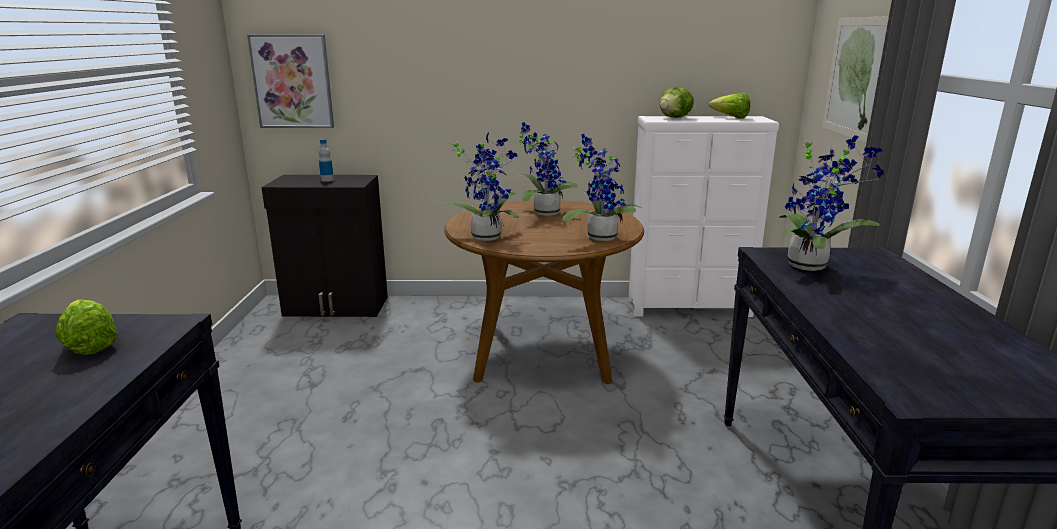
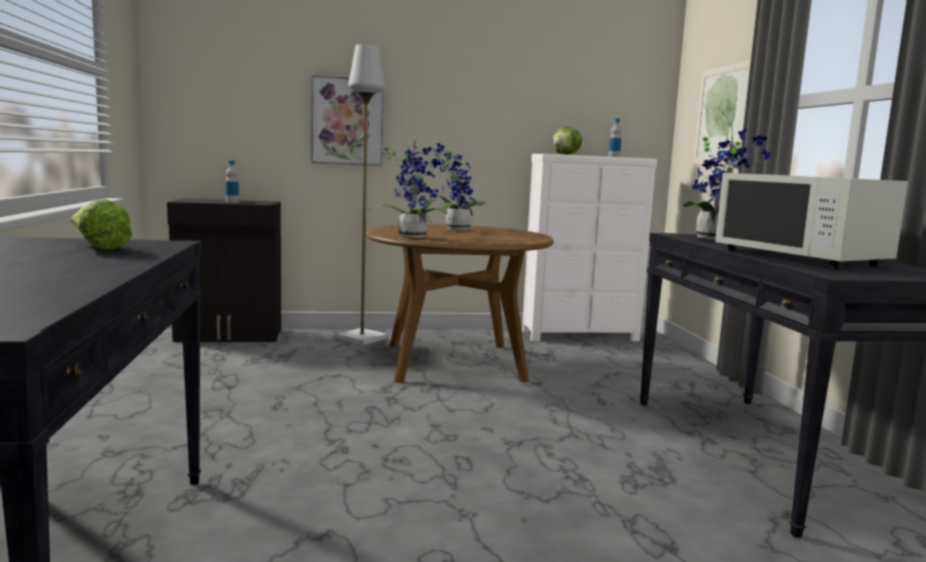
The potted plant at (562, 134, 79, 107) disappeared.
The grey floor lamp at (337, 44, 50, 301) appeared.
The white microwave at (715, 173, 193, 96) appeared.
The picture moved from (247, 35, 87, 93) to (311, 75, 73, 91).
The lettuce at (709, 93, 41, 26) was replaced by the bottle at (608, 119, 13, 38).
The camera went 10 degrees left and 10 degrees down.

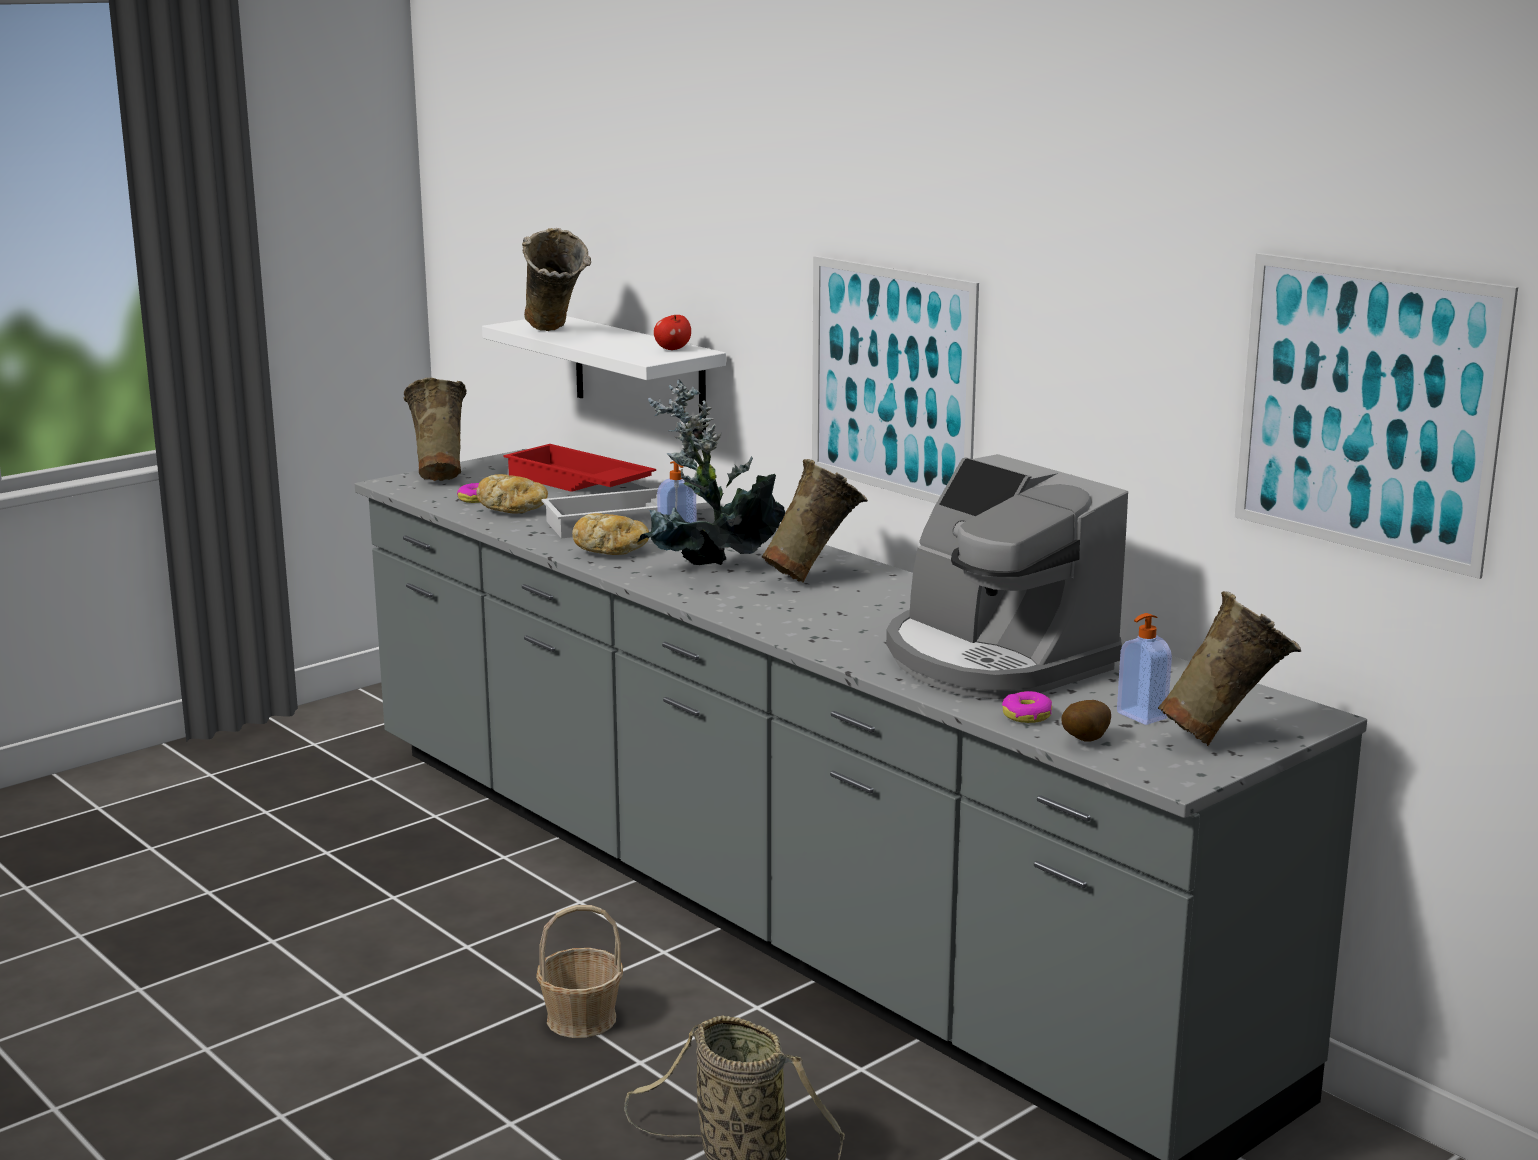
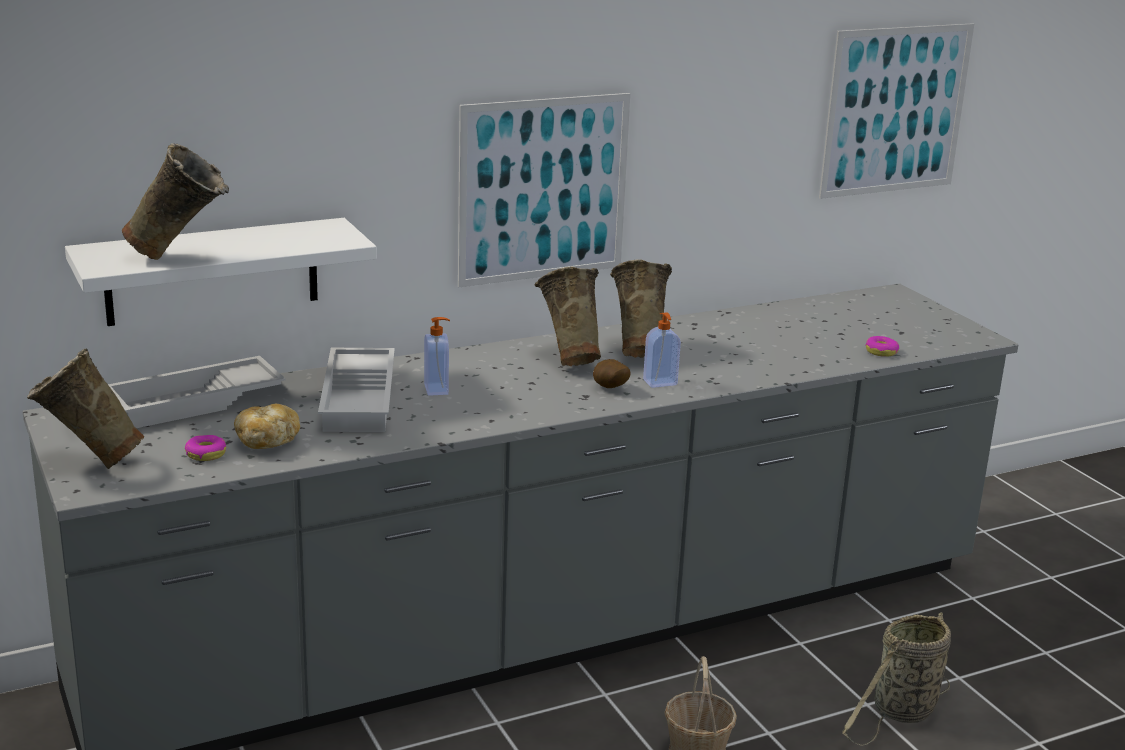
The bread at (572, 513, 77, 42) disappeared.
The potted plant at (637, 380, 148, 185) disappeared.
The apple at (654, 315, 37, 35) disappeared.
The coffee machine at (886, 454, 242, 245) disappeared.
The potato moved from (1061, 700, 50, 42) to (593, 359, 37, 29).
The soap dispenser moved from (1117, 613, 55, 112) to (643, 312, 38, 76).
The beige vase moved from (1158, 591, 143, 155) to (610, 260, 62, 98).
The red tray at (503, 444, 153, 48) became the white tray at (108, 356, 178, 72).
The camera went 75 degrees left and 5 degrees up.

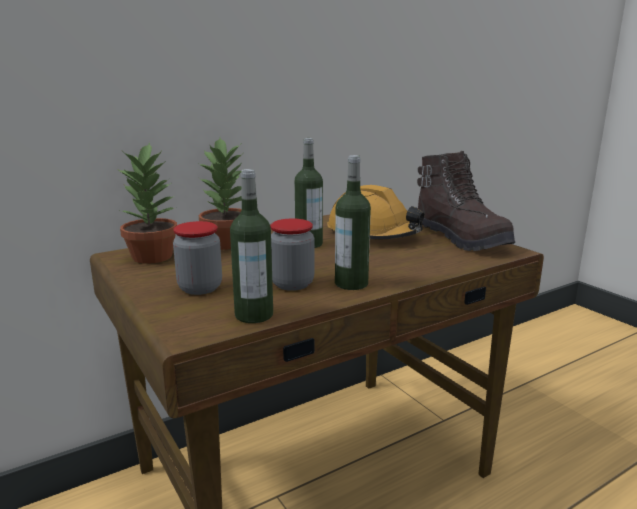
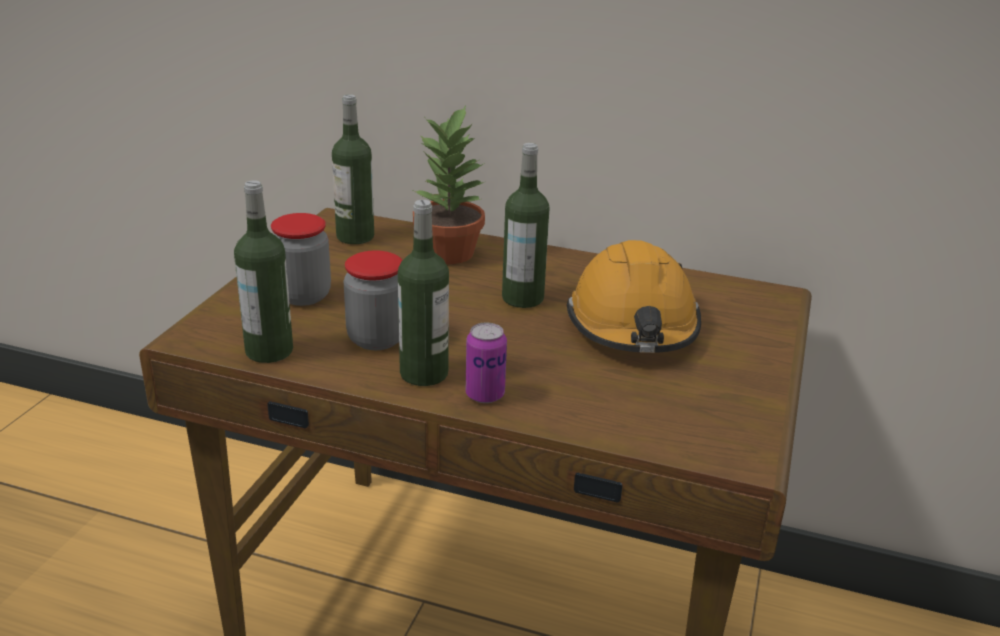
The brown boot at (417, 151, 98, 100) disappeared.
The can at (466, 323, 41, 80) appeared.
The potted plant at (117, 142, 60, 122) was replaced by the bottle at (332, 94, 42, 150).
The camera went 50 degrees right and 10 degrees up.

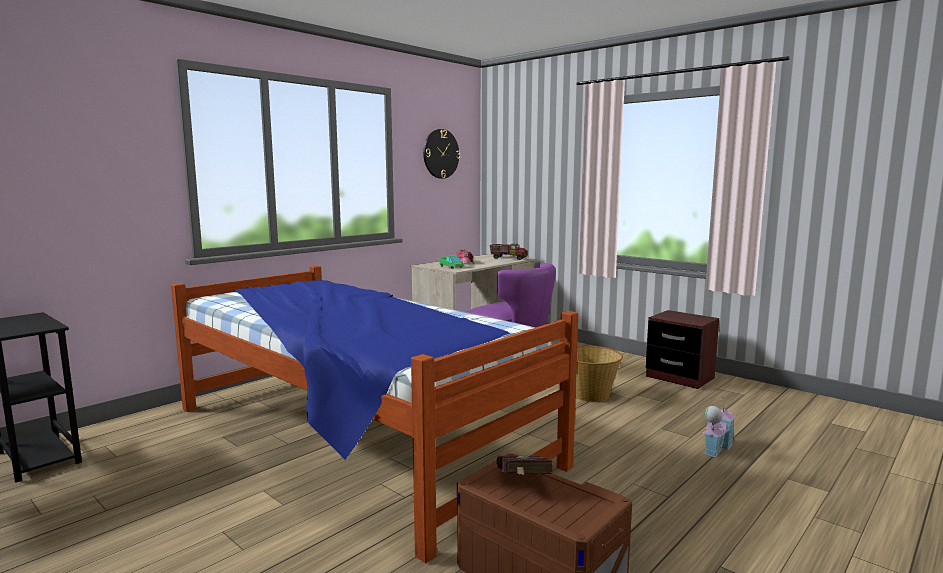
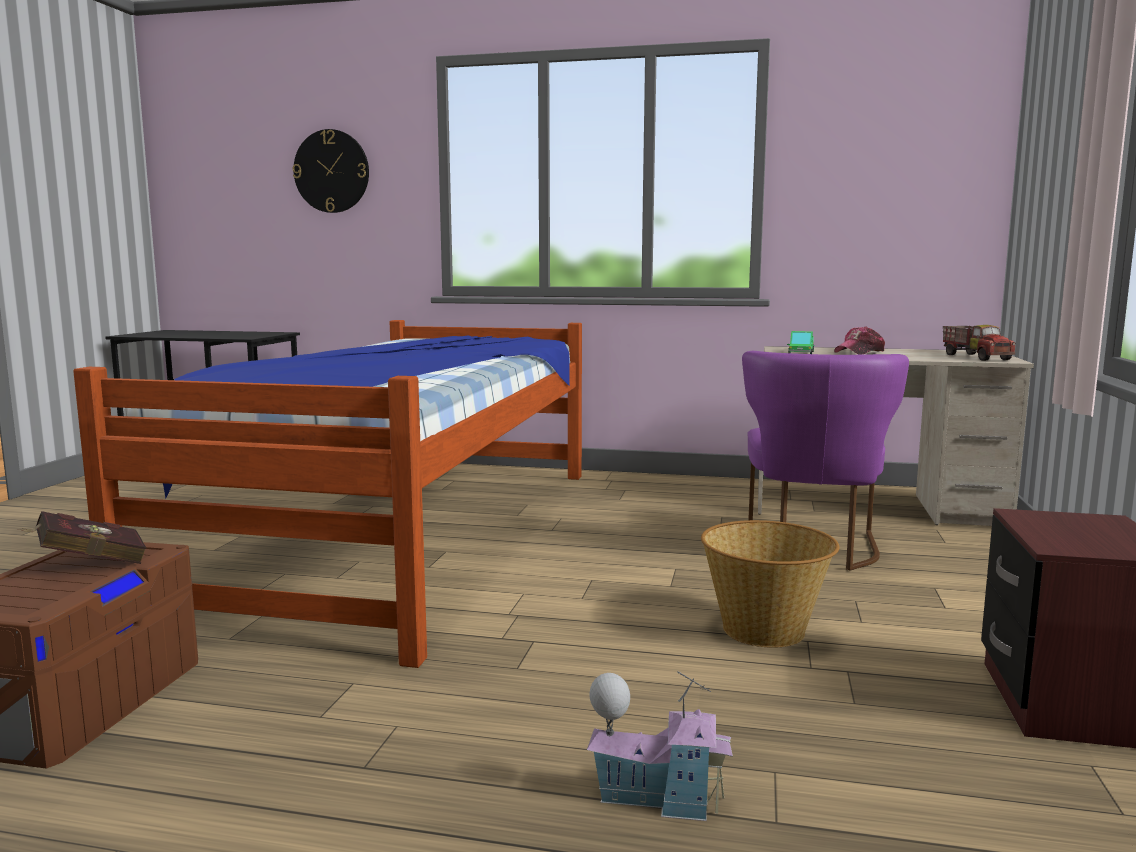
The wall clock moved from (423, 129, 37, 50) to (293, 129, 76, 84).
The camera went 60 degrees right and 0 degrees up.

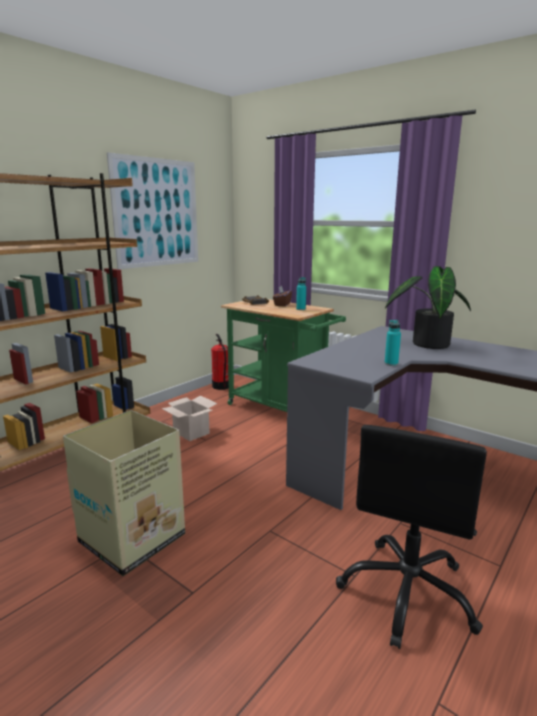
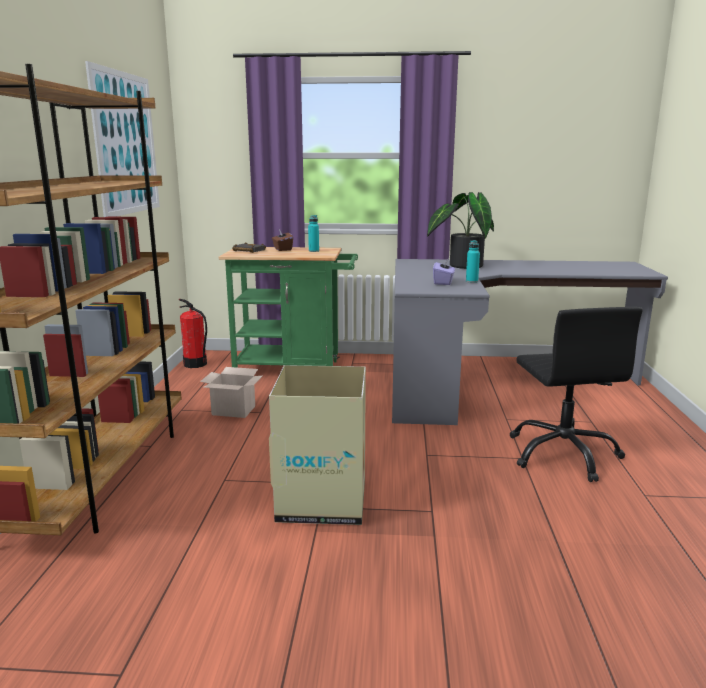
The purple tissue box at (433, 258, 22, 27) appeared.
The camera went 35 degrees left and 0 degrees up.

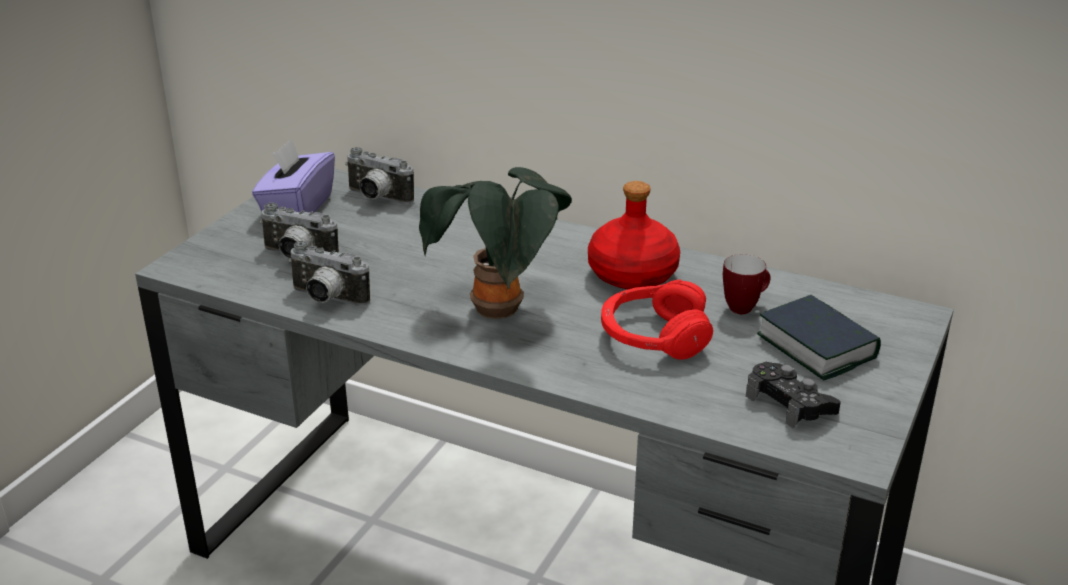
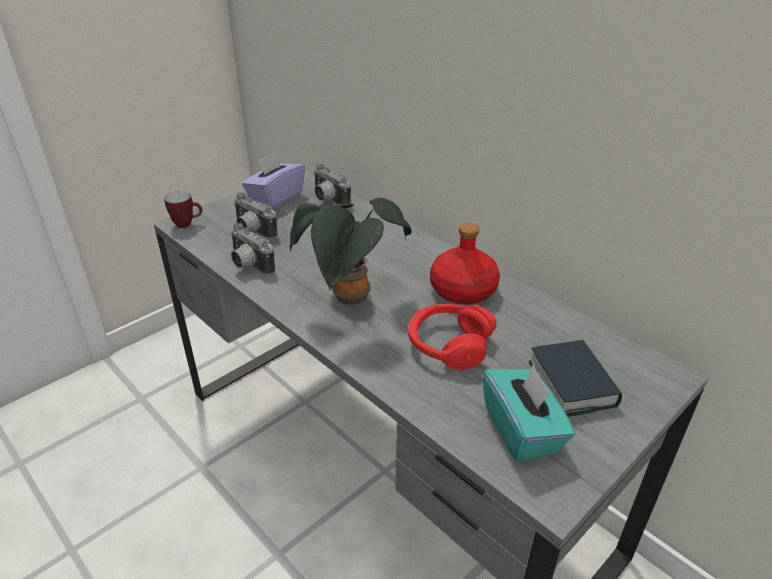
The mug moved from (723, 254, 48, 60) to (164, 191, 38, 37).
The black game controller at (746, 362, 95, 67) was replaced by the turquoise tissue box at (483, 364, 92, 98).
The camera went 20 degrees right and 5 degrees up.

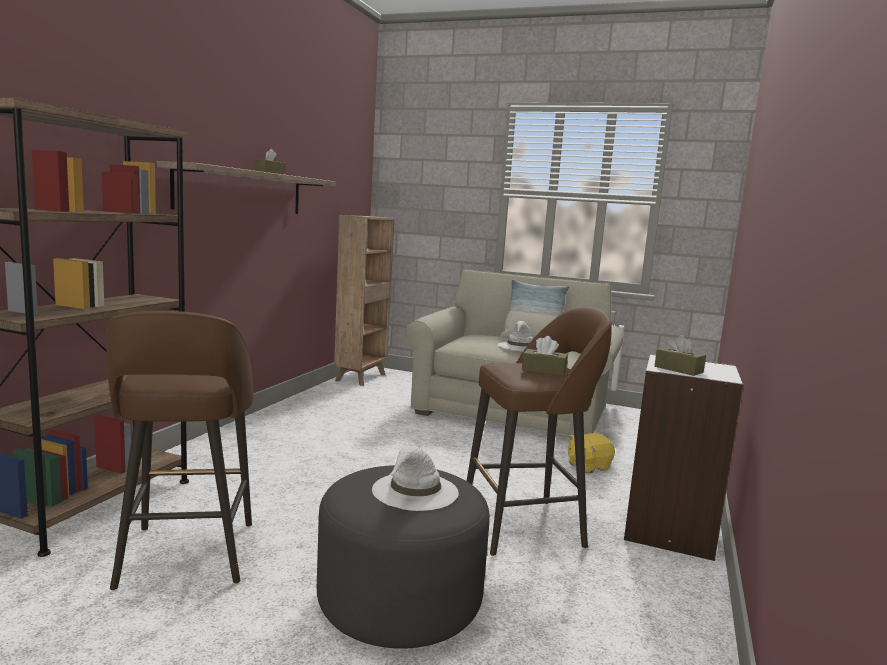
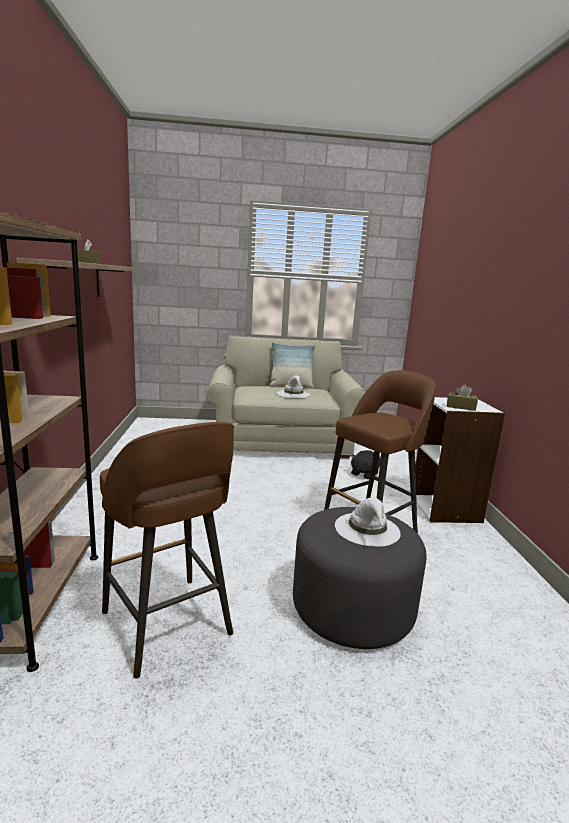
The brown bookcase at (334, 215, 60, 171) disappeared.
The brown tissue box at (522, 336, 46, 40) disappeared.
The yellow plush toy at (568, 433, 47, 40) became the black plush toy at (350, 450, 30, 29).
The camera went 25 degrees left and 5 degrees up.

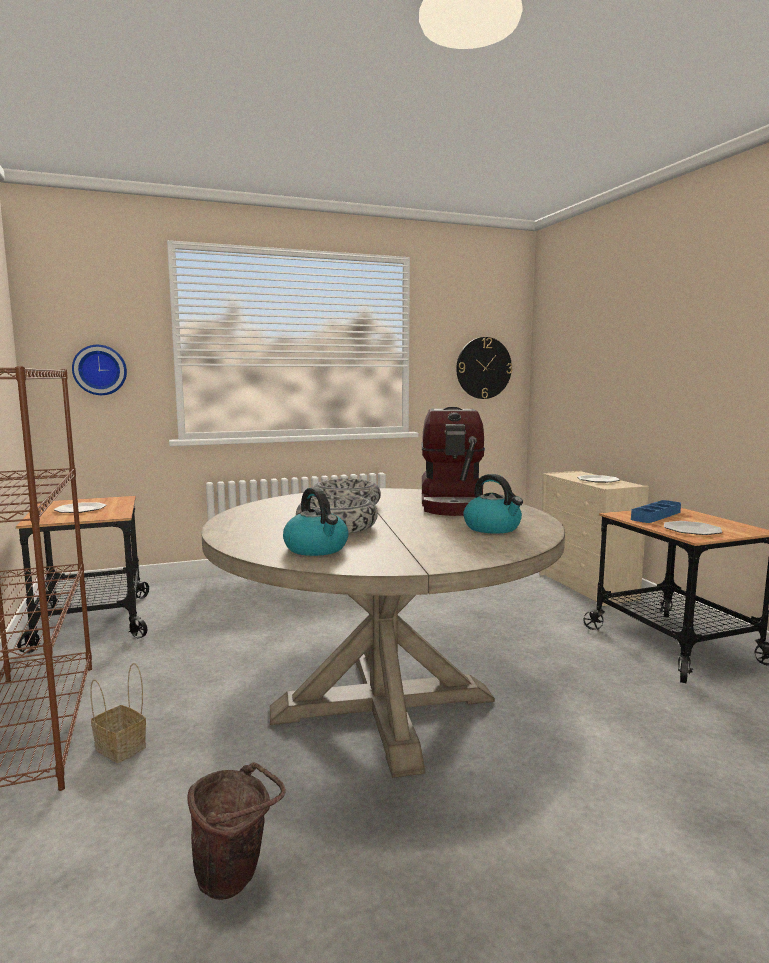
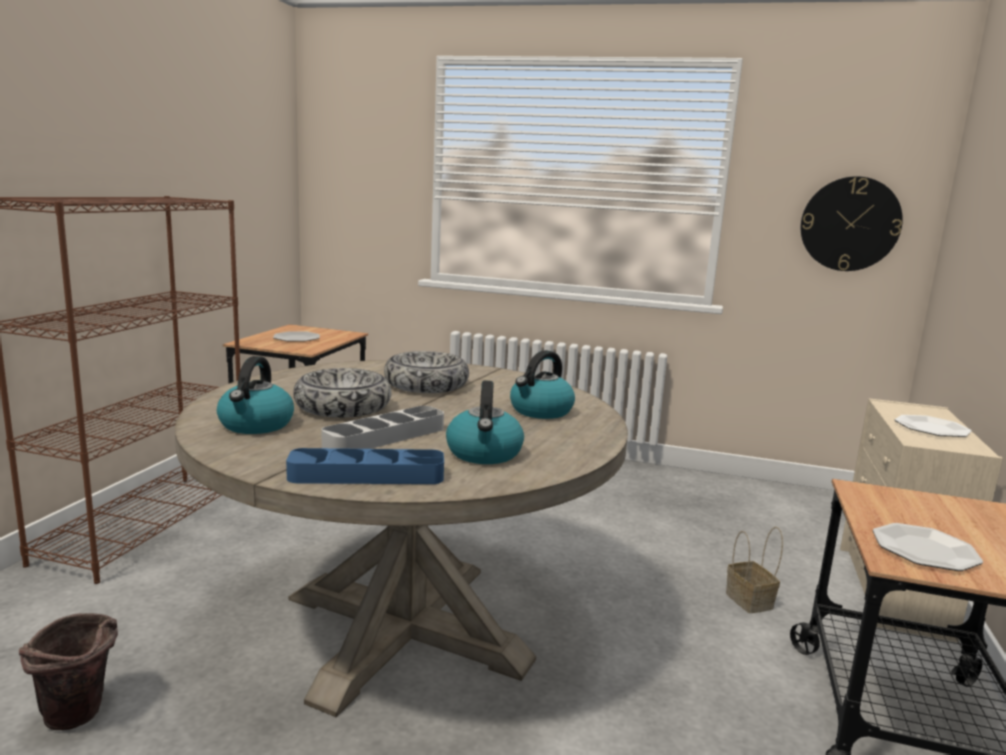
The wall clock at (72, 345, 55, 50) disappeared.
The grey tray at (321, 406, 123, 43) appeared.
The basket moved from (90, 663, 56, 100) to (726, 527, 57, 86).
The blue tray moved from (631, 500, 50, 23) to (286, 448, 158, 36).
The coffee machine at (422, 407, 63, 109) was replaced by the kettle at (510, 350, 65, 69).
The camera went 35 degrees right and 5 degrees up.

